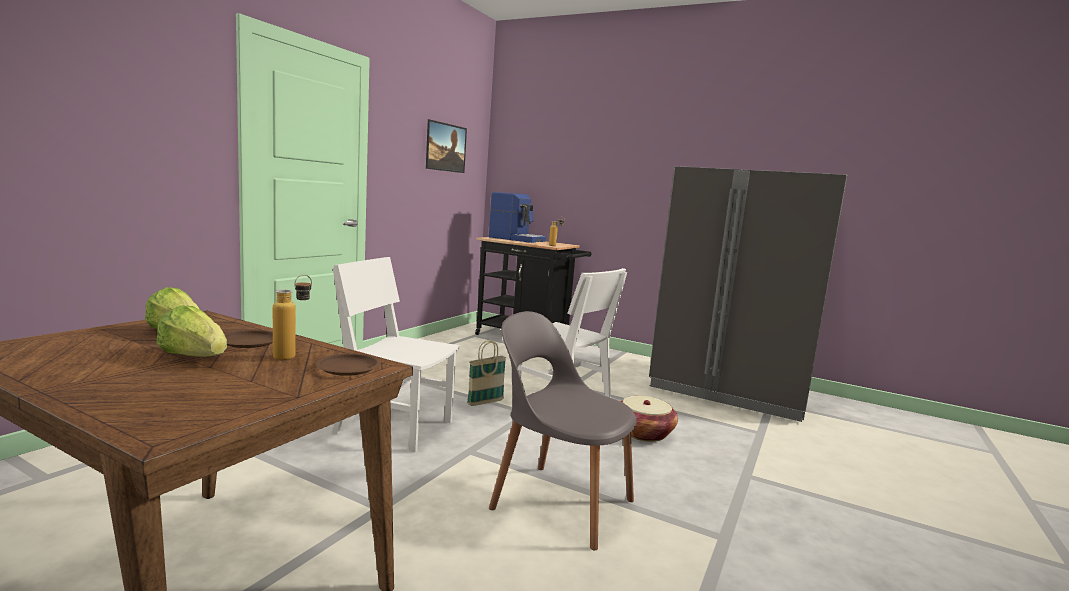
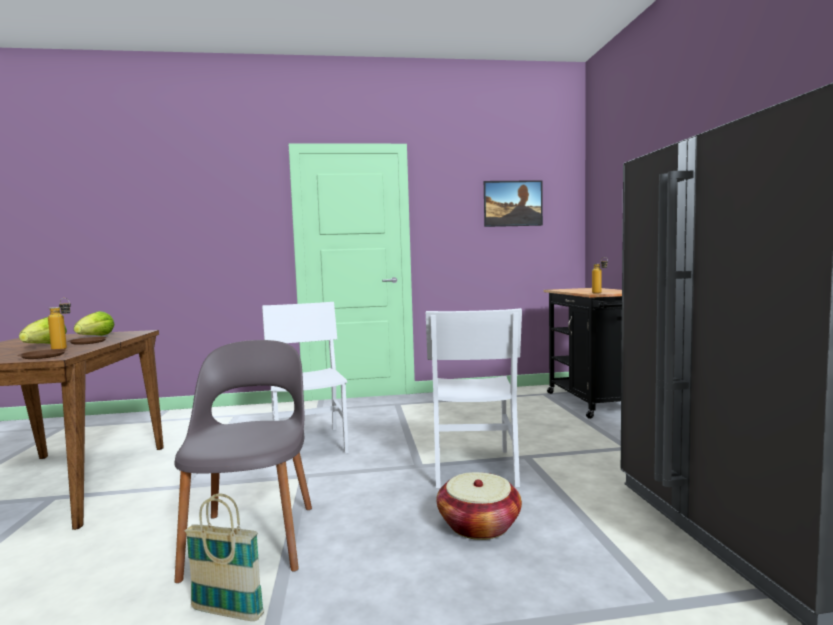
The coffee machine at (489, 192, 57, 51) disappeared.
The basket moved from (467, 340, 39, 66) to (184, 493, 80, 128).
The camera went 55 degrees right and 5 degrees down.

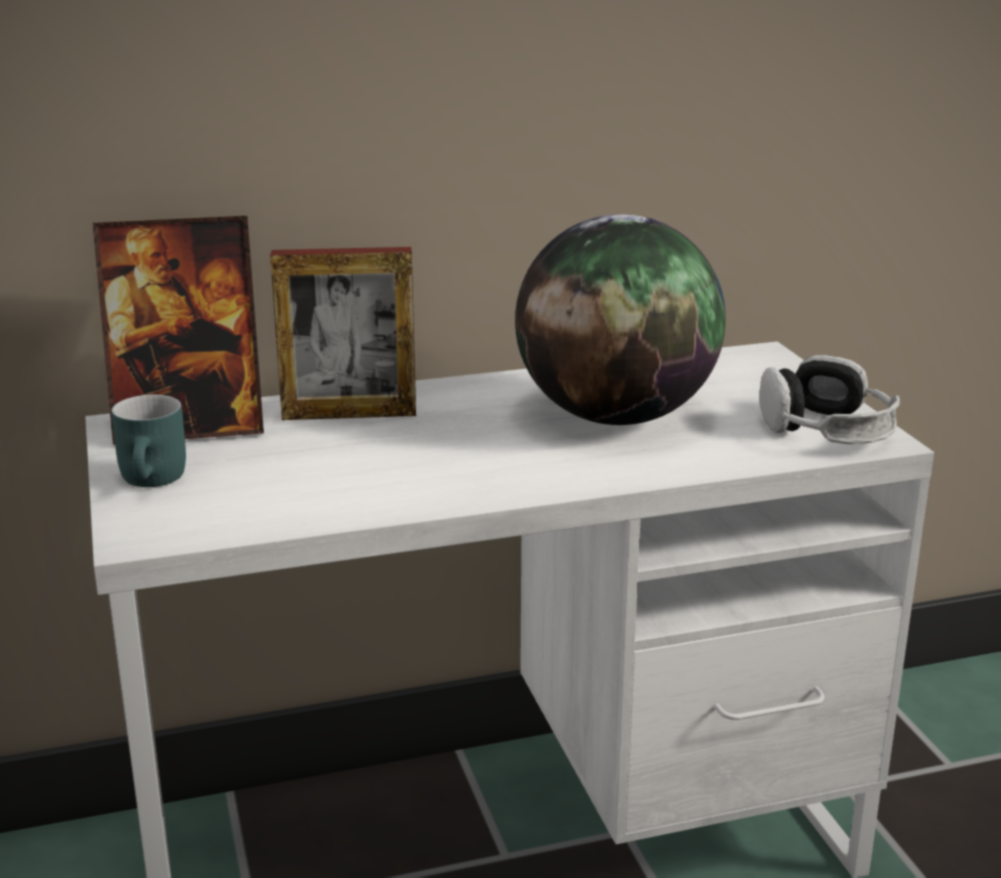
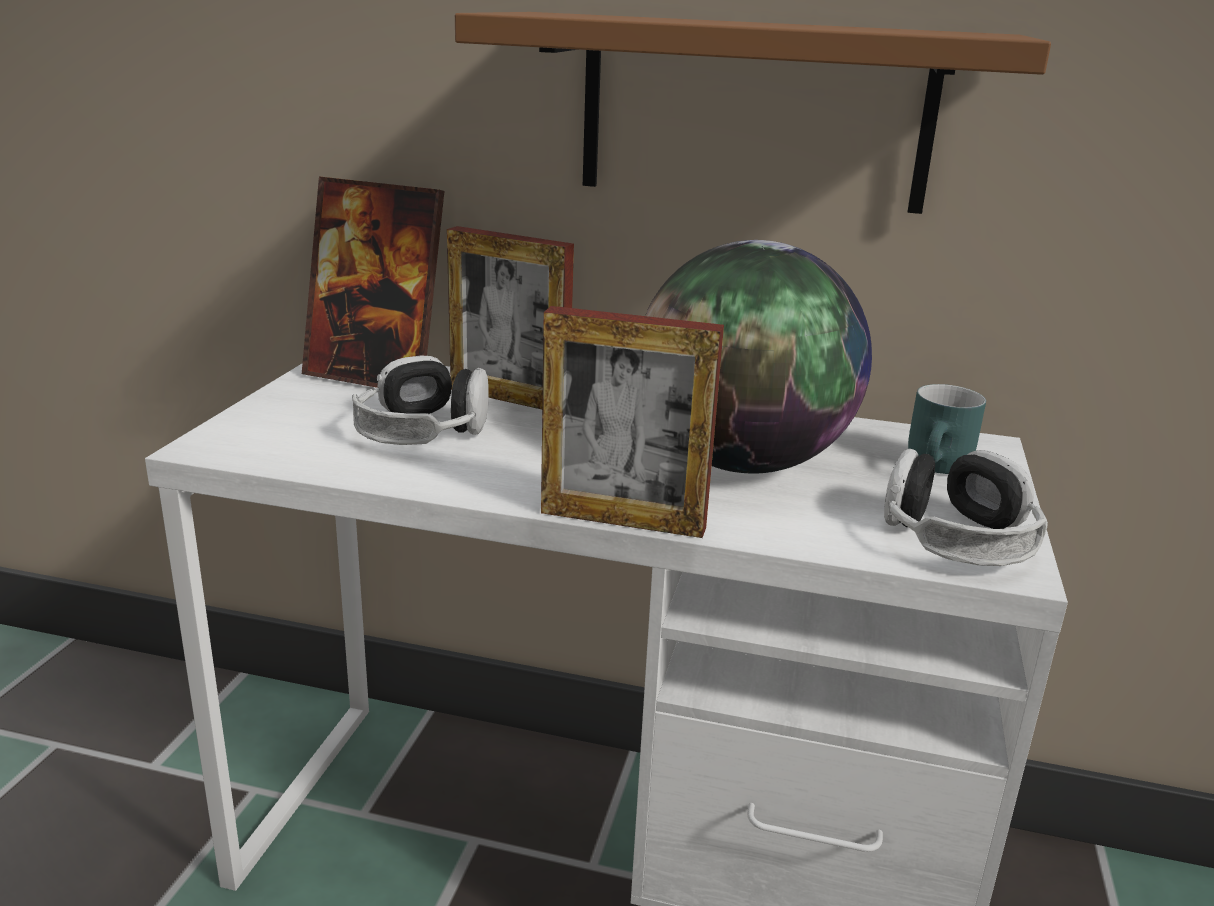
The headphones at (352, 356, 137, 89) appeared.
The brown shelf at (455, 12, 596, 202) appeared.
The picture frame at (541, 306, 183, 232) appeared.
The turquoise mug moved from (111, 395, 75, 92) to (908, 384, 78, 90).
The camera went 30 degrees right and 0 degrees up.

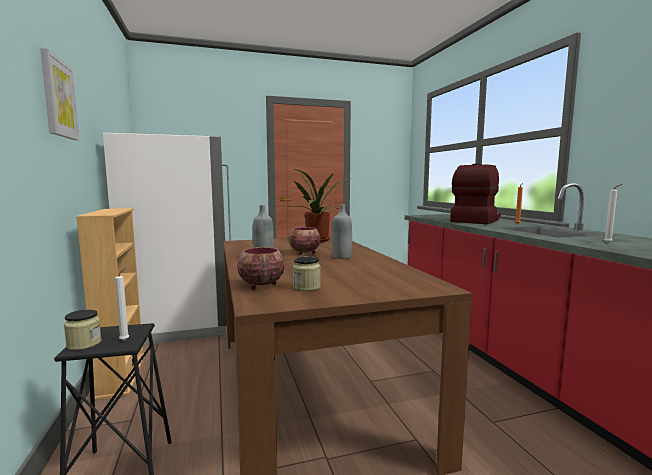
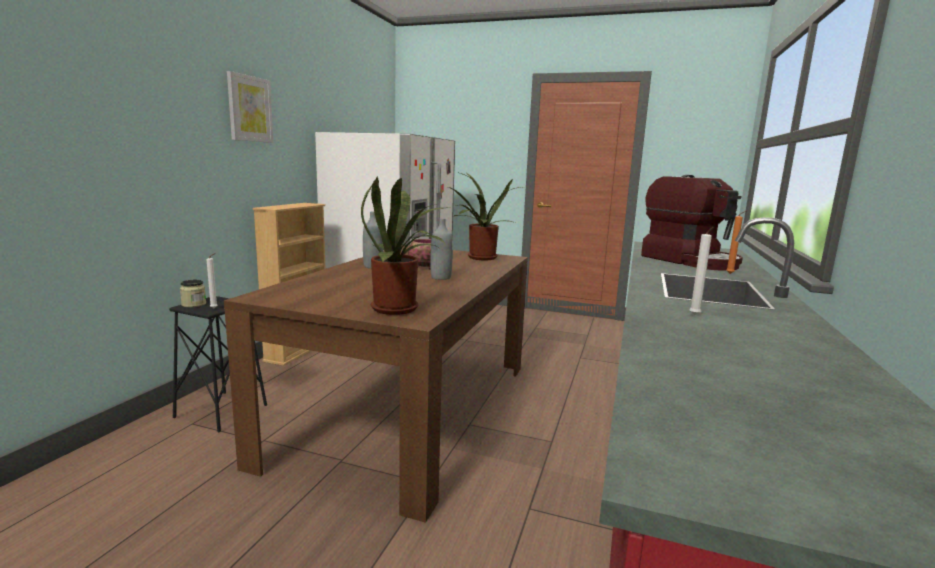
The bowl at (237, 247, 48, 42) disappeared.
The jar at (293, 256, 28, 35) disappeared.
The potted plant at (361, 177, 85, 138) appeared.
The coffee machine at (450, 163, 51, 61) turned 75 degrees clockwise.
The camera went 35 degrees right and 5 degrees up.

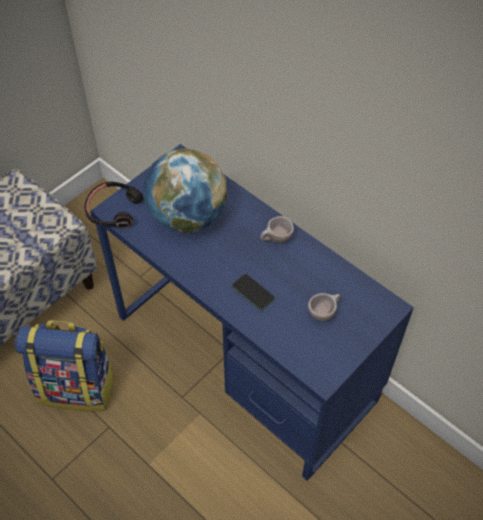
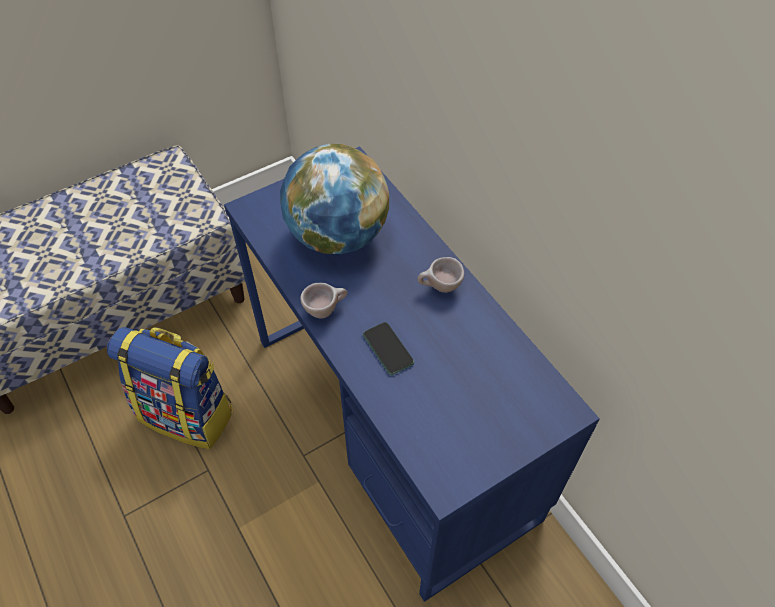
The black headphones at (85, 182, 58, 46) disappeared.
The beige cup moved from (308, 293, 33, 28) to (300, 283, 47, 36).
The camera went 15 degrees right and 0 degrees up.

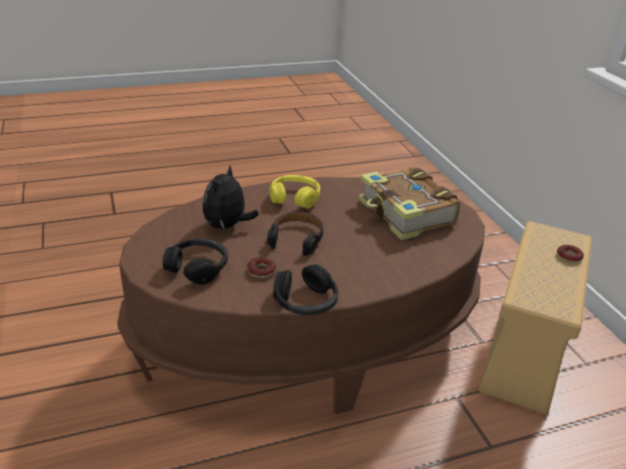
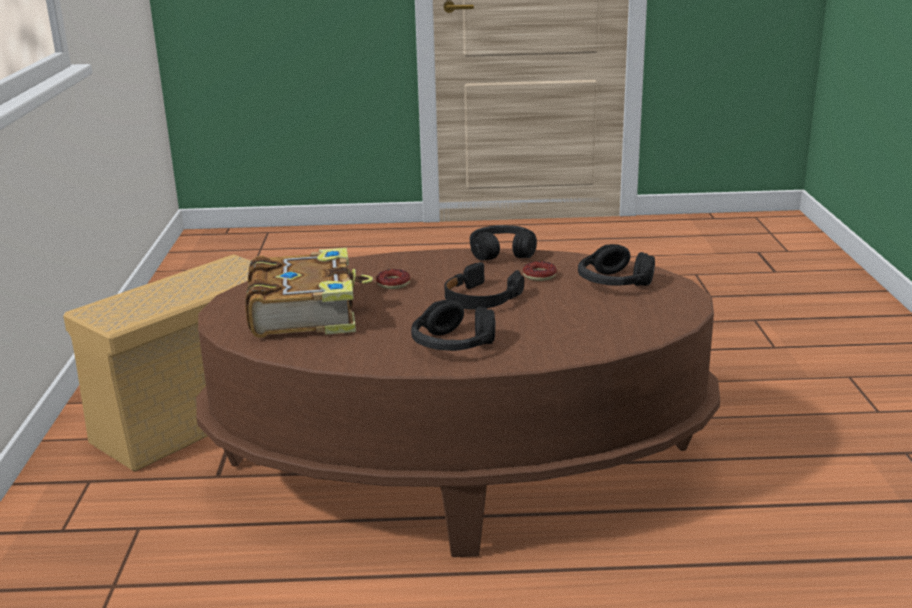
The plush toy at (203, 165, 56, 65) disappeared.
The donut moved from (557, 245, 27, 18) to (376, 269, 34, 20).
The yellow headphones at (269, 175, 51, 34) became the black headphones at (411, 300, 85, 51).
The camera went 160 degrees left and 10 degrees down.

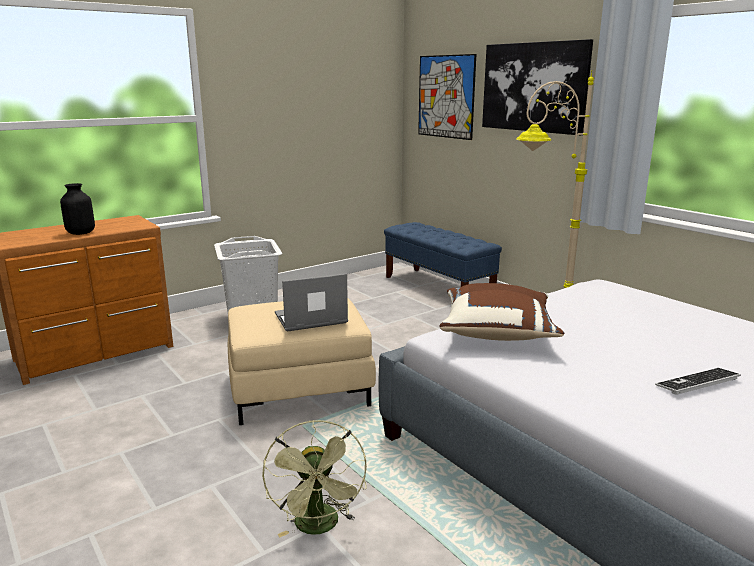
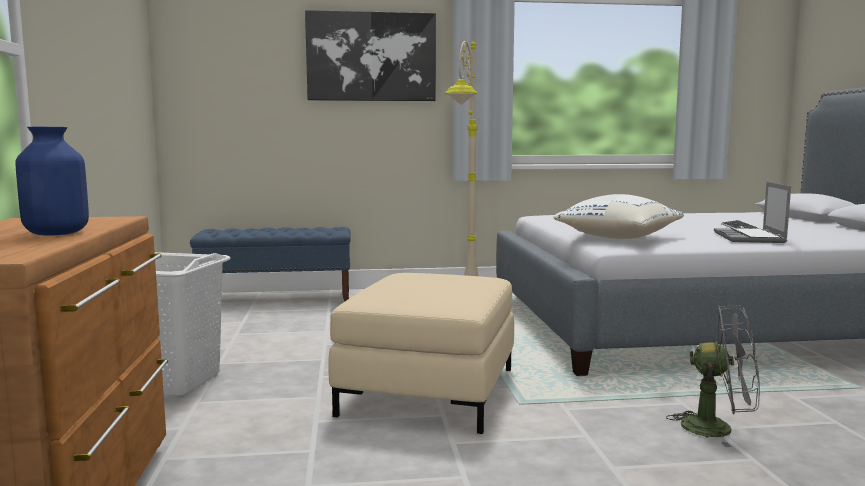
The picture at (418, 54, 58, 86) disappeared.
The laptop moved from (275, 274, 73, 58) to (714, 182, 77, 61).
The black vase at (60, 183, 35, 52) became the blue vase at (15, 127, 74, 109).
The green fan at (262, 420, 105, 118) became the grey fan at (666, 305, 94, 142).
The brown pillow at (439, 283, 125, 58) became the white pillow at (554, 194, 130, 45).
The camera went 60 degrees left and 10 degrees down.

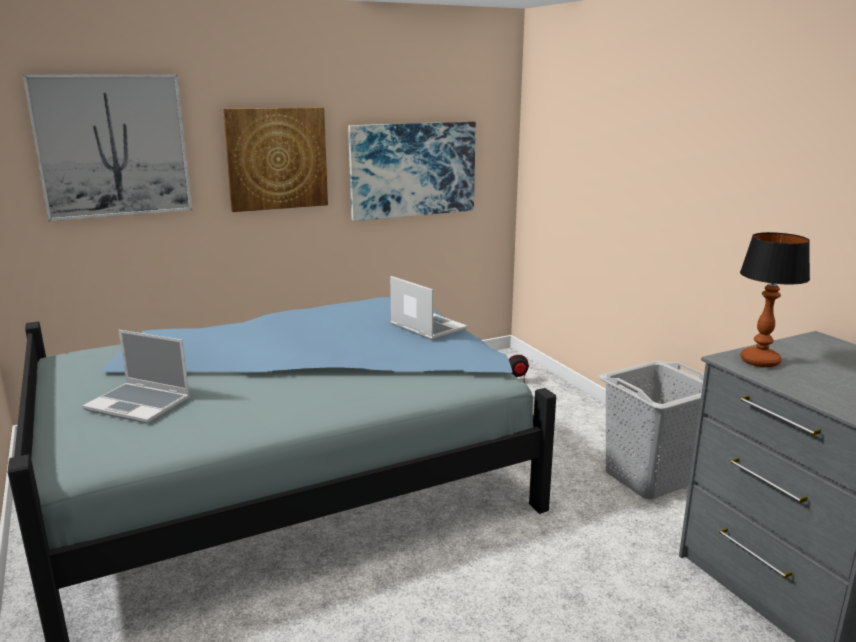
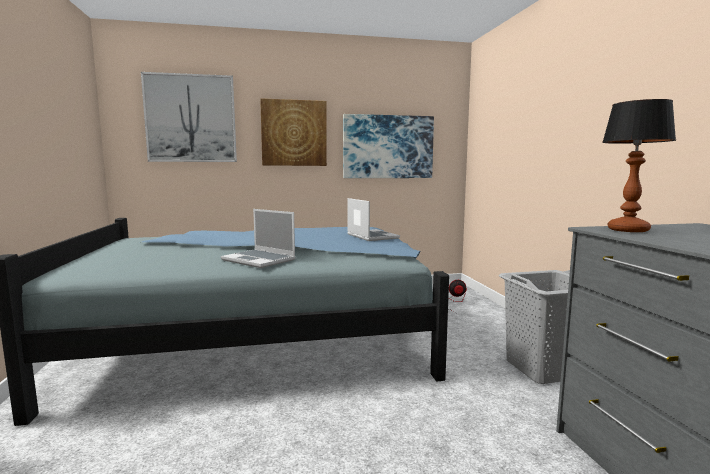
The laptop moved from (82, 330, 108, 94) to (221, 209, 75, 59).
The camera went 15 degrees right and 10 degrees down.

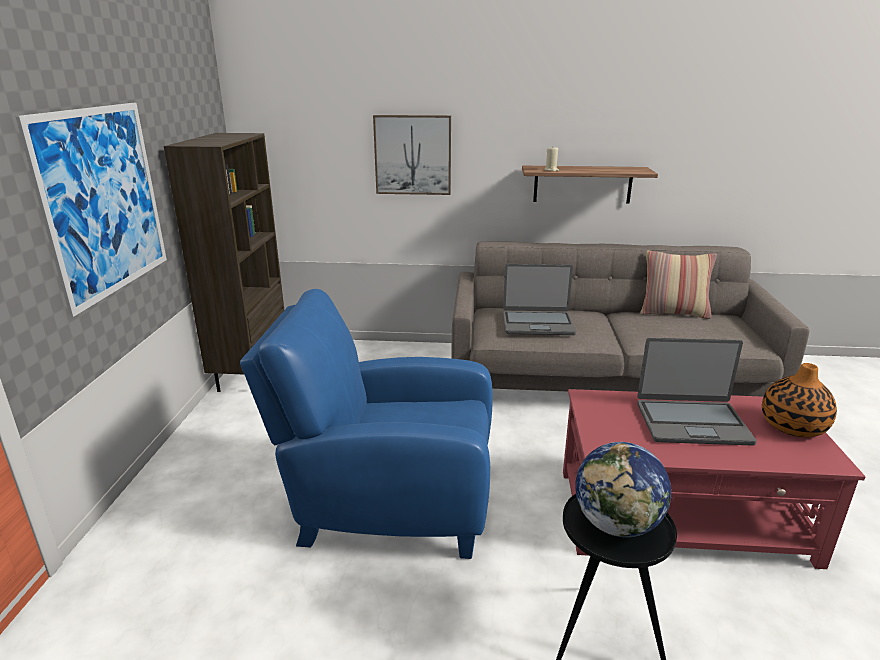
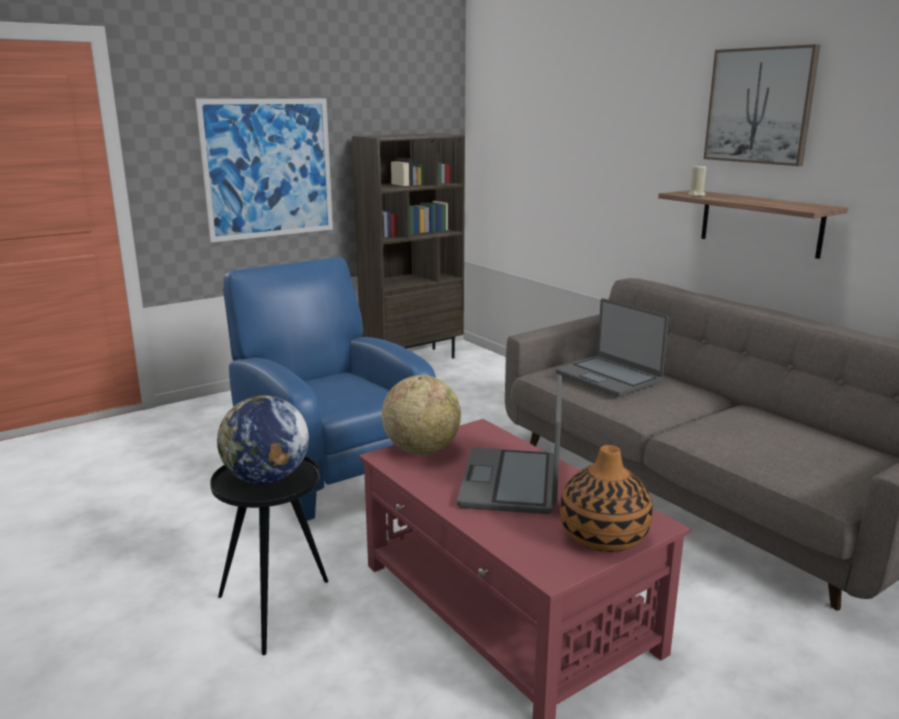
The pillow at (640, 250, 77, 69) disappeared.
The globe at (382, 375, 79, 80) appeared.
The picture moved from (373, 115, 78, 80) to (704, 44, 116, 122).
The laptop at (637, 338, 120, 107) turned 45 degrees clockwise.
The camera went 50 degrees right and 5 degrees down.

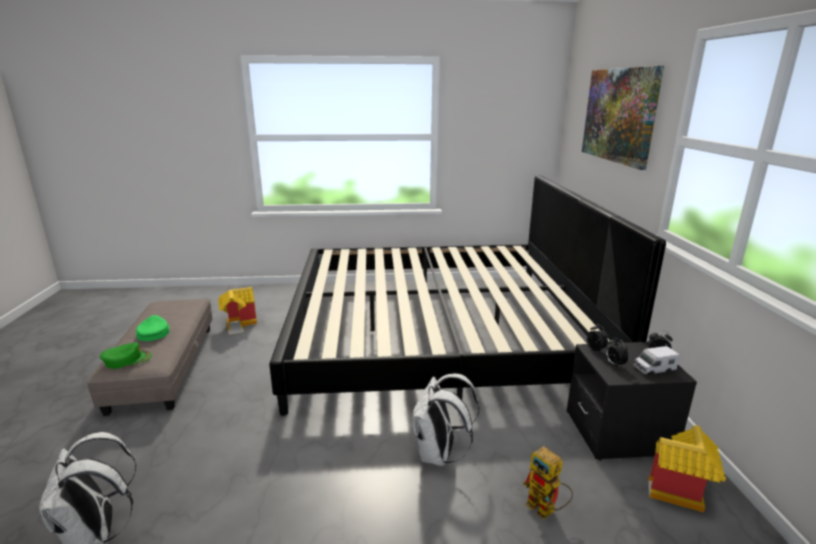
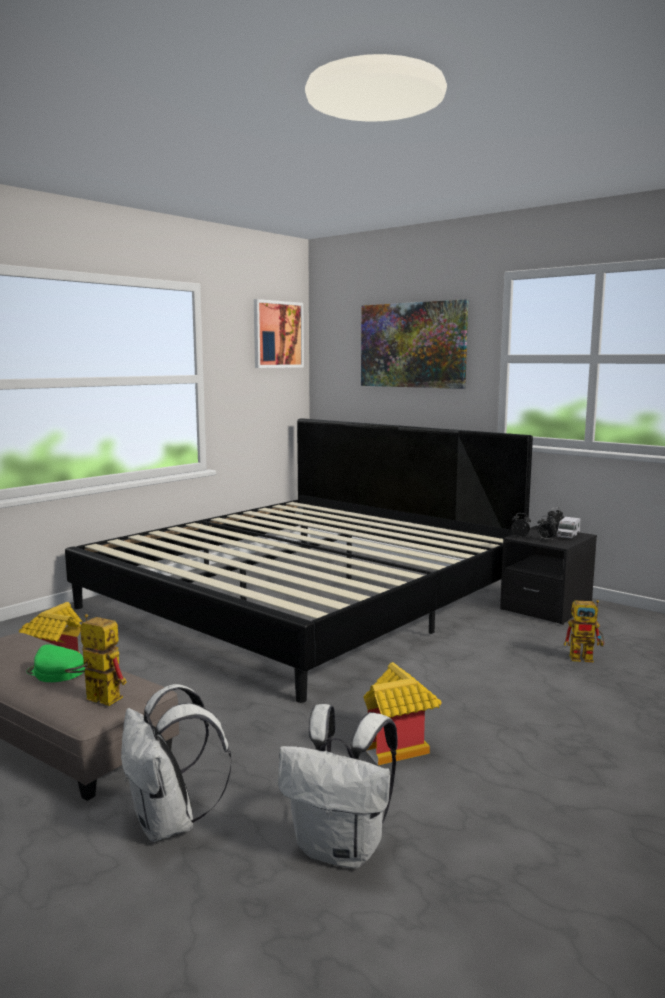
The picture at (254, 299, 50, 69) appeared.
The white backpack moved from (412, 373, 67, 93) to (121, 684, 111, 158).
The toy house moved from (648, 425, 78, 87) to (364, 662, 77, 103).
The green cap at (100, 342, 52, 27) was replaced by the toy robot at (65, 614, 62, 92).
The camera went 45 degrees left and 10 degrees down.

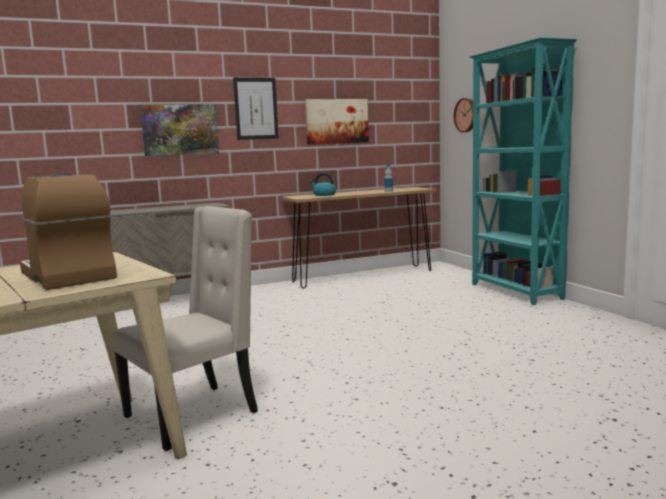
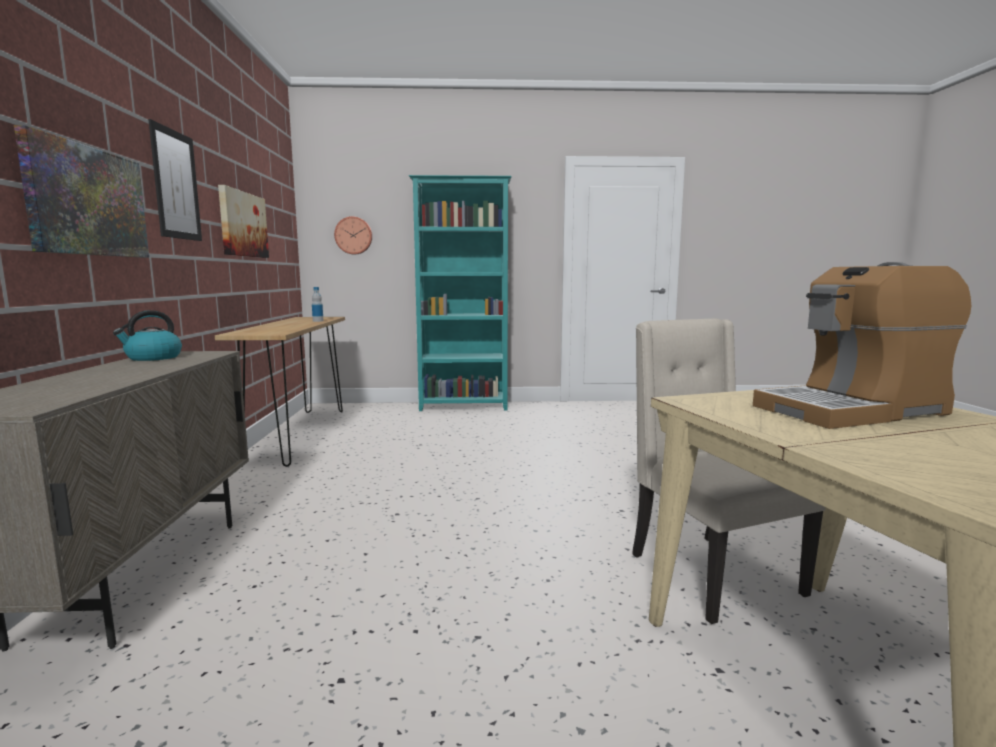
The kettle moved from (310, 173, 26, 23) to (113, 310, 69, 51).
The camera went 70 degrees left and 0 degrees up.

